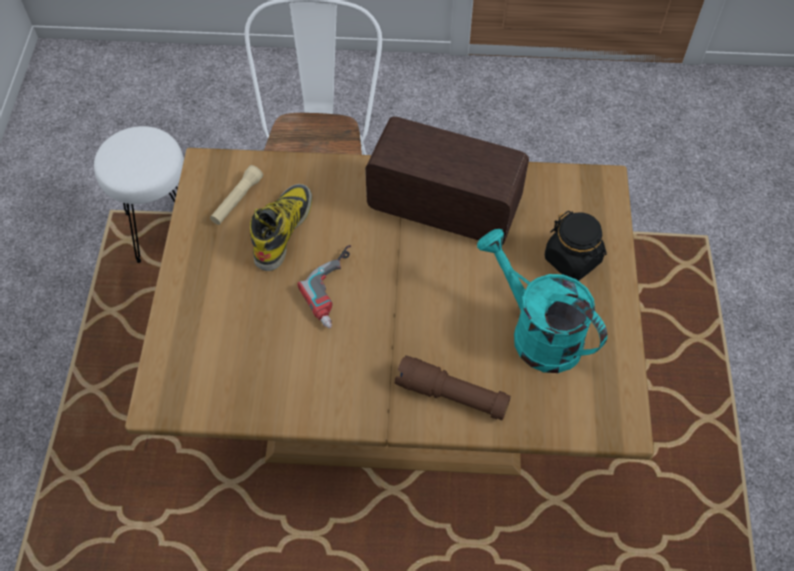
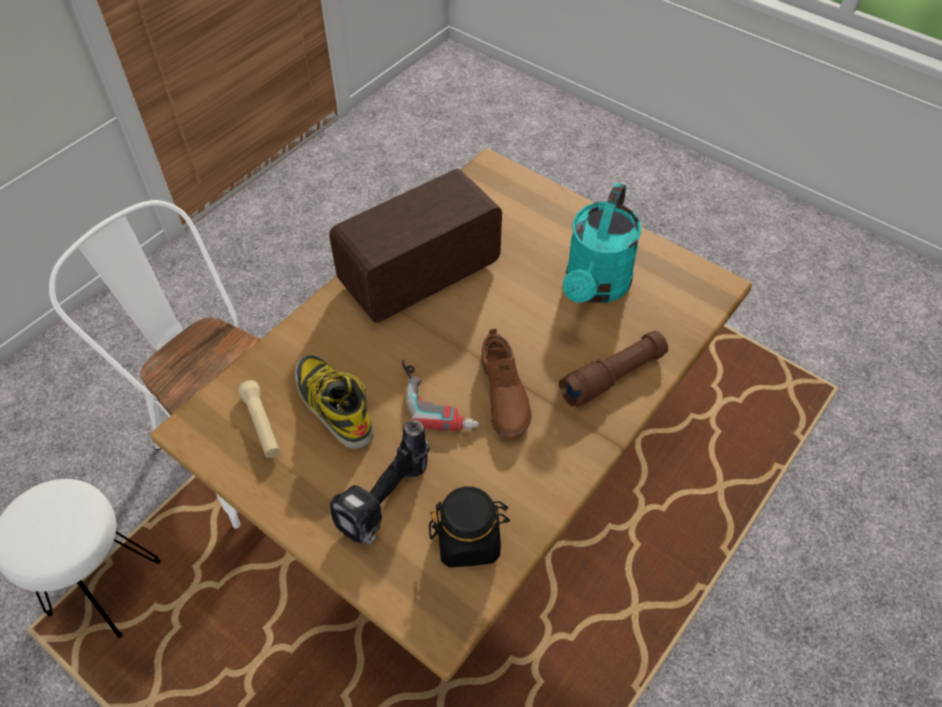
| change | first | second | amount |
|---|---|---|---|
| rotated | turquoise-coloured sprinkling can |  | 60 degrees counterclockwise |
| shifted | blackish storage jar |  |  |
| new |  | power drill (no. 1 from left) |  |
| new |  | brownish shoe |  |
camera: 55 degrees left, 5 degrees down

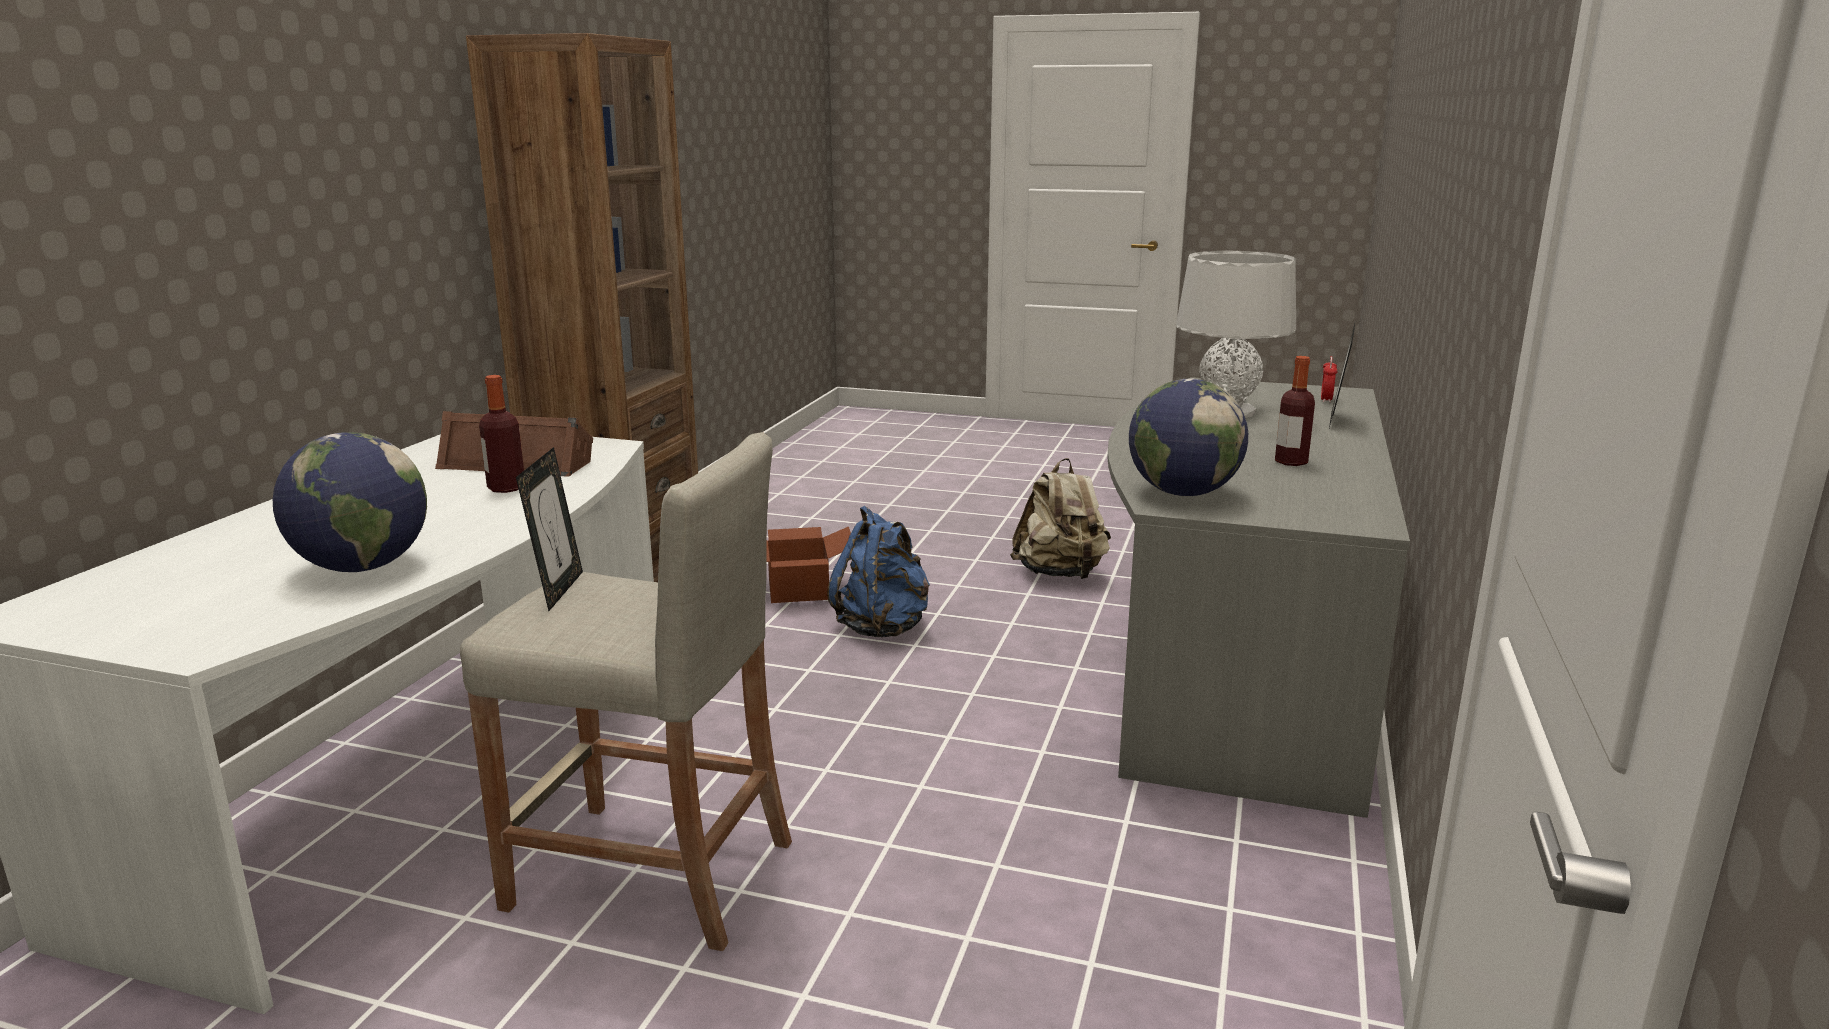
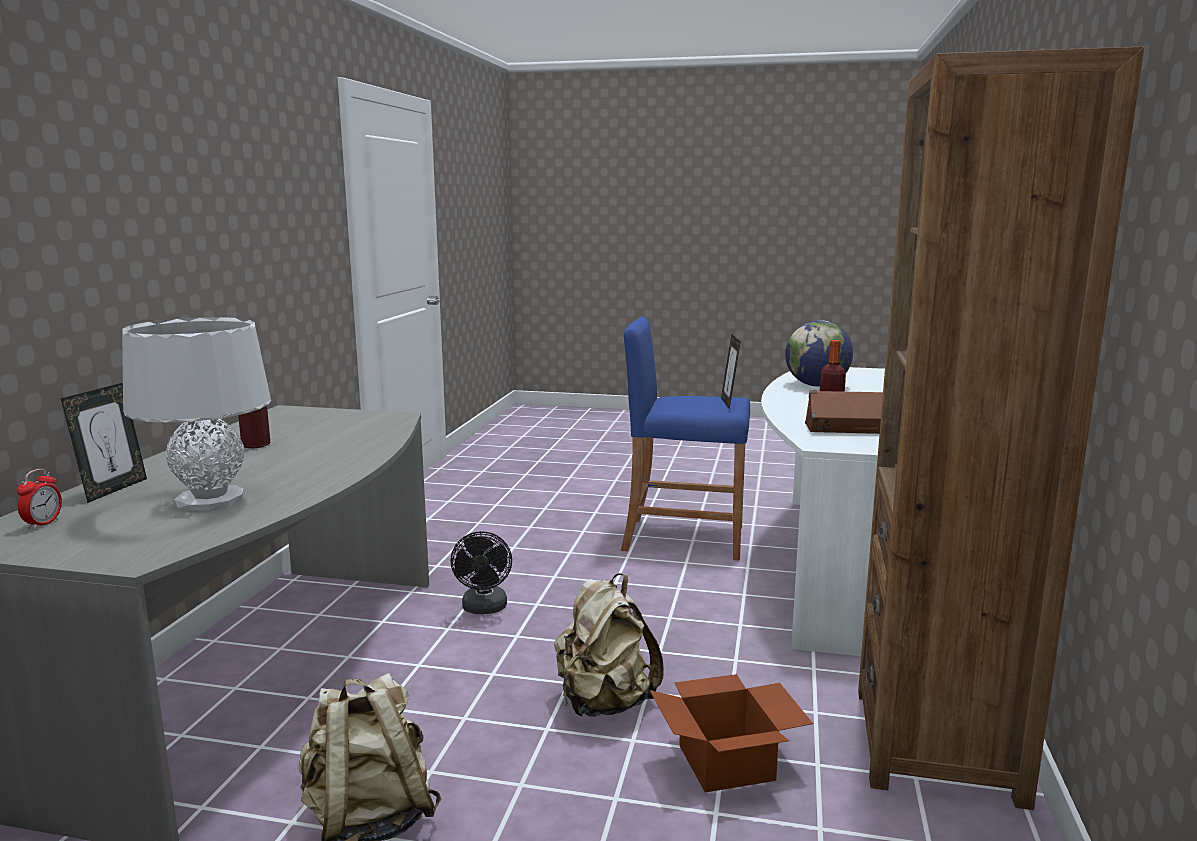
| change | first | second | amount |
|---|---|---|---|
| repainted | beige-coloured stool seat | blue stool seat |  |
| repainted | blue rucksack | beige-coloured rucksack (no. 2 from left) |  |
| gone | globe (no. 2 from left) |  |  |
| new |  | blackish electric fan |  |
camera: 175 degrees right, 5 degrees down

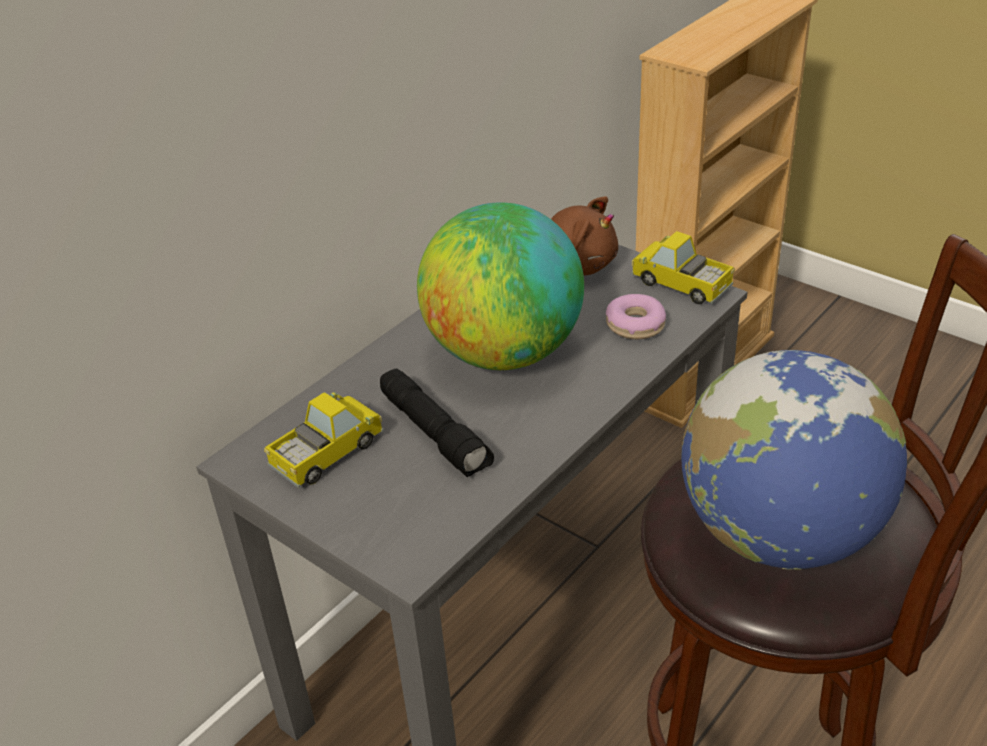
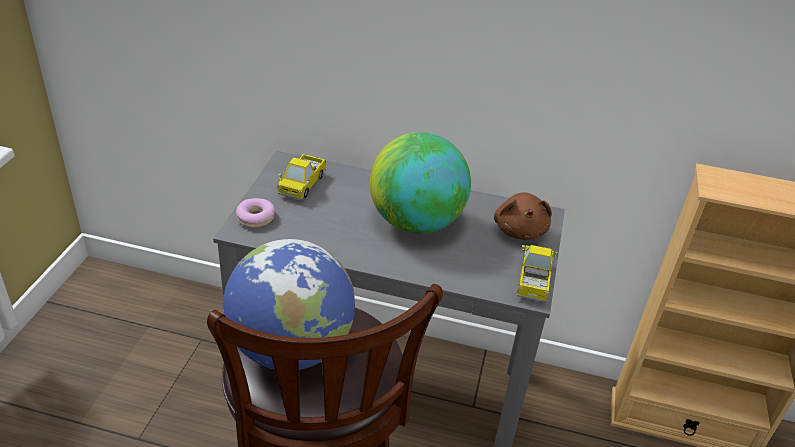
| change | first | second | amount |
|---|---|---|---|
| rotated | toy truck (no. 1 from left) |  | 90 degrees clockwise |
| gone | blackish flashlight |  |  |
| shifted | ring doughnut |  |  |
camera: 60 degrees right, 0 degrees up

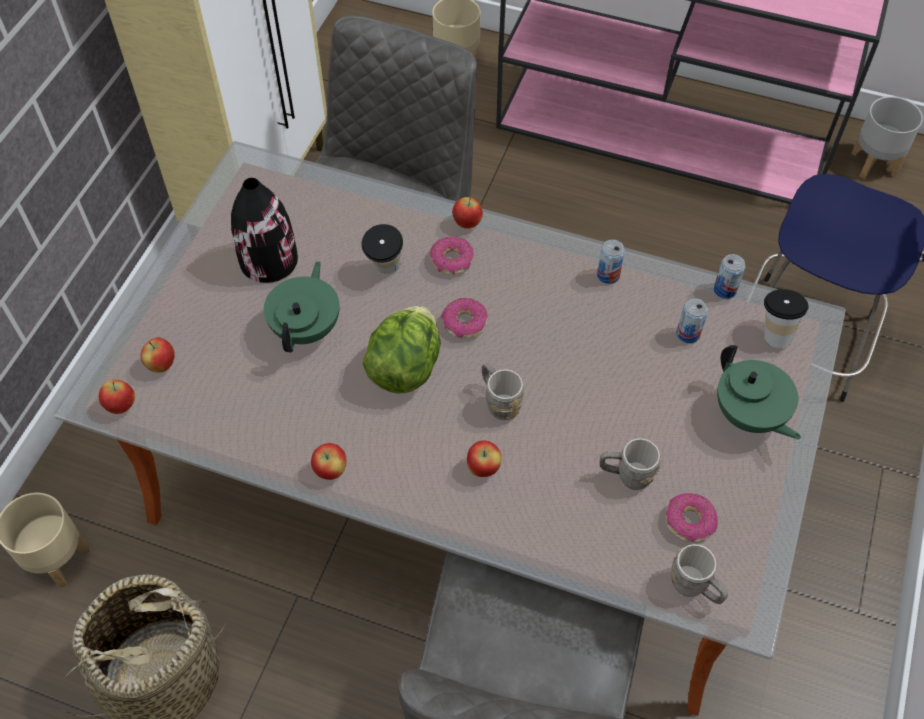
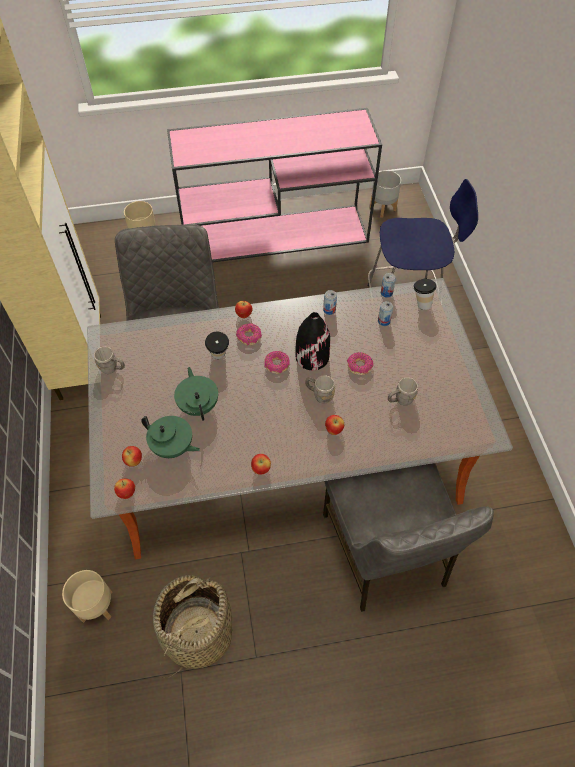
| change | first | second | amount |
|---|---|---|---|
| shifted | blackish decorative vase |  |  |
| gone | head of lettuce |  |  |
| shifted | ring doughnut (no. 3 from left) |  |  |
| shifted | greyish tea mug (no. 3 from left in the first image) | greyish tea mug (no. 1 from left) |  |
| shifted | greenish tea pot (no. 2 from left in the first image) | greenish tea pot (no. 1 from left) |  |
camera: 30 degrees left, 0 degrees up

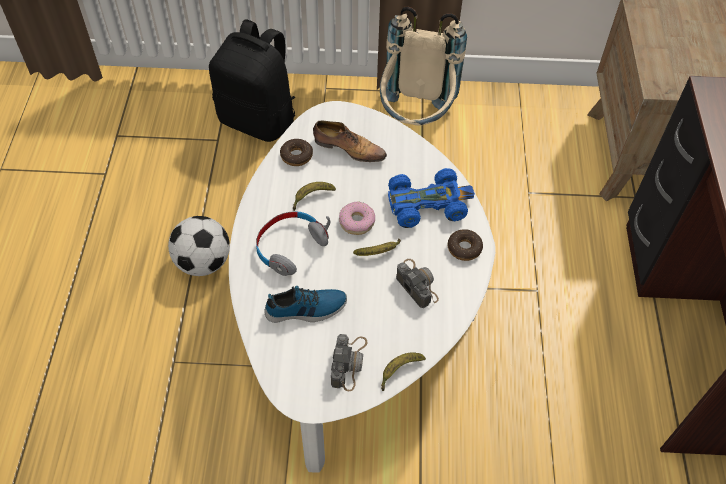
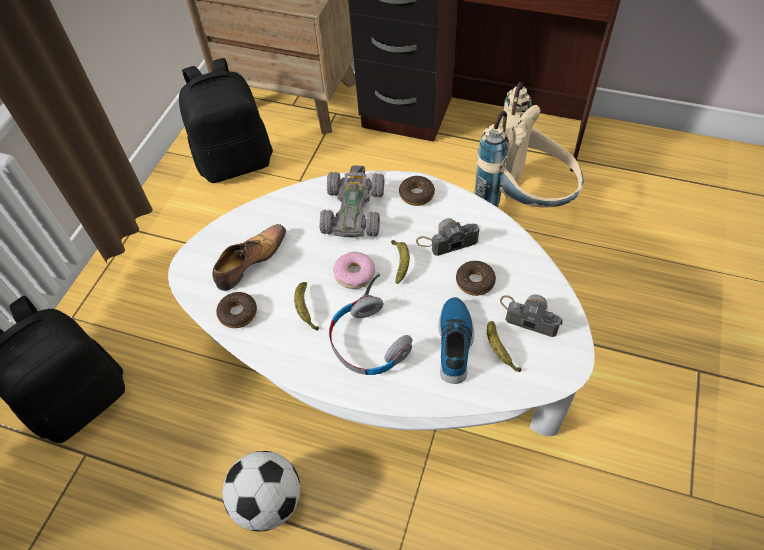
| change | first | second | amount |
|---|---|---|---|
| shifted | beige-coloured rucksack |  |  |
| shifted | banana (no. 3 from left) |  |  |
| repainted | blue model car | greyish model car |  |
| new |  | blackish rucksack (no. 2 from left) |  |
| new |  | ring doughnut (no. 4 from left) |  |
camera: 70 degrees left, 0 degrees up

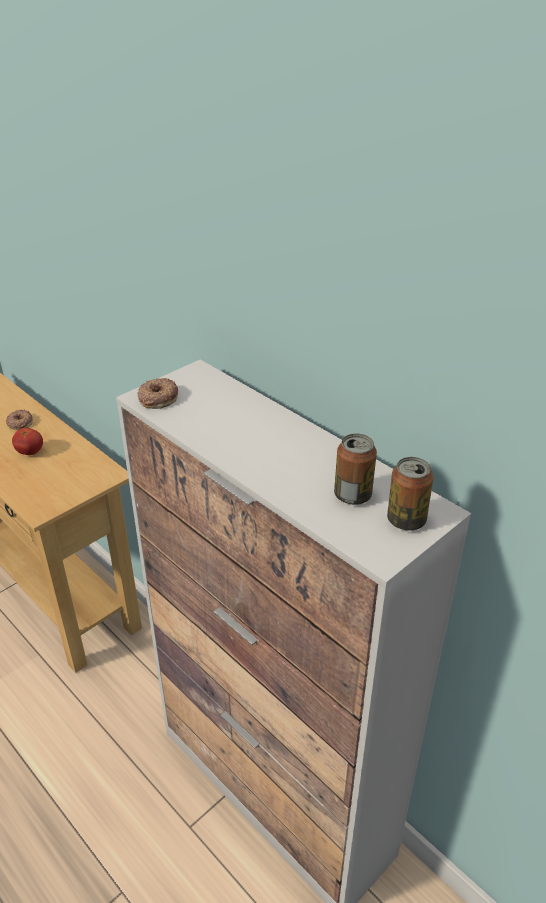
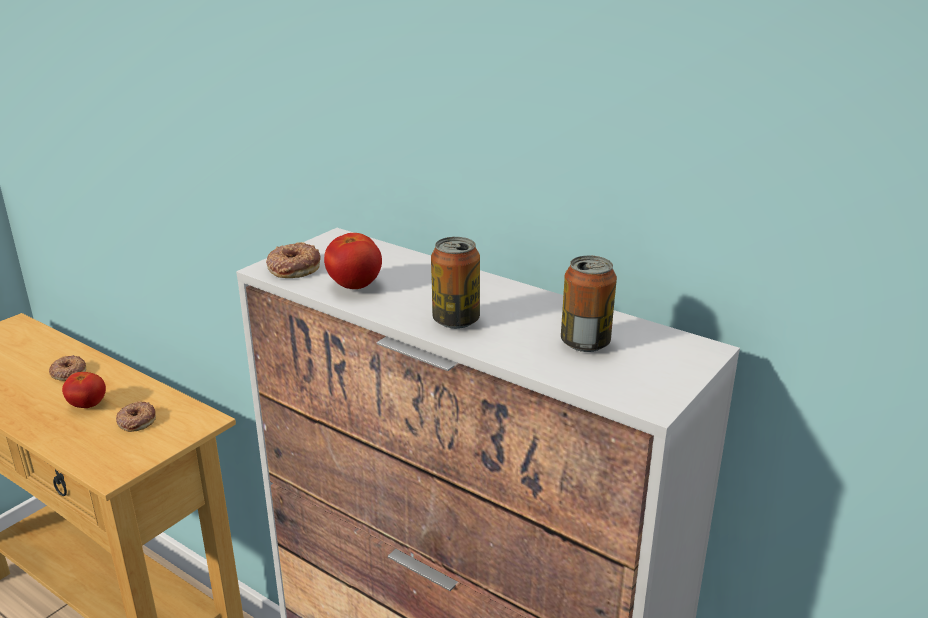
| change | first | second | amount |
|---|---|---|---|
| shifted | can (no. 2 from left in the first image) | can (no. 1 from left) |  |
| new |  | ring doughnut (no. 2 from left) |  |
| new |  | fresh tomato (no. 2 from left) |  |
camera: 10 degrees left, 10 degrees down

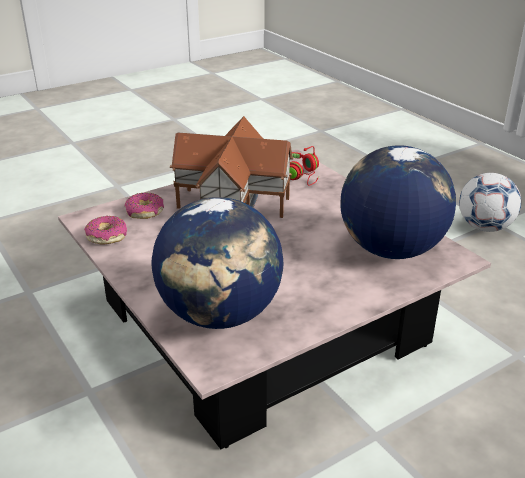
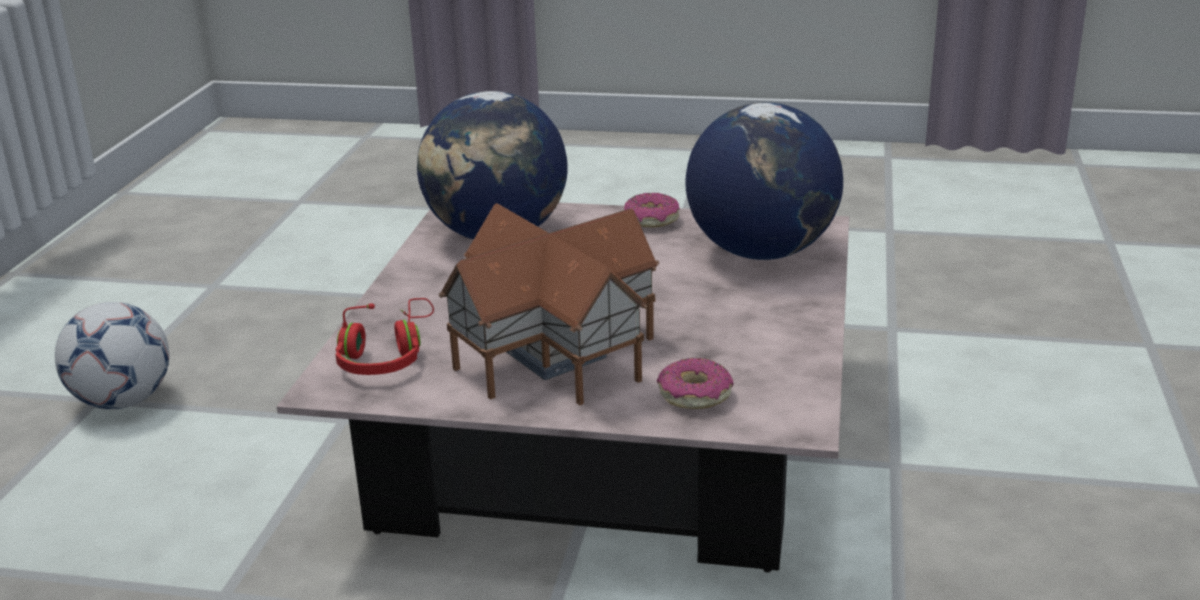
| change | first | second | amount |
|---|---|---|---|
| shifted | ring doughnut (no. 1 from left) |  |  |
camera: 135 degrees left, 5 degrees down

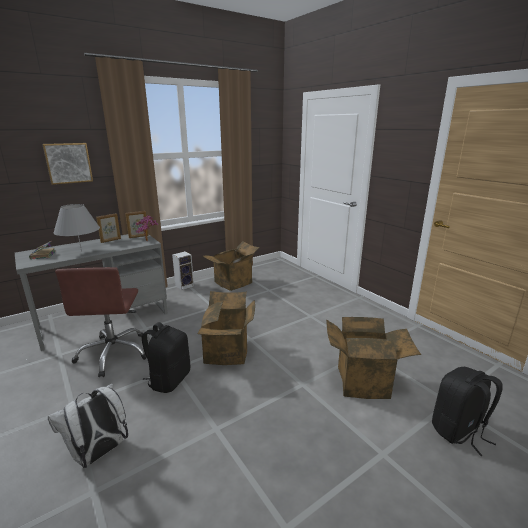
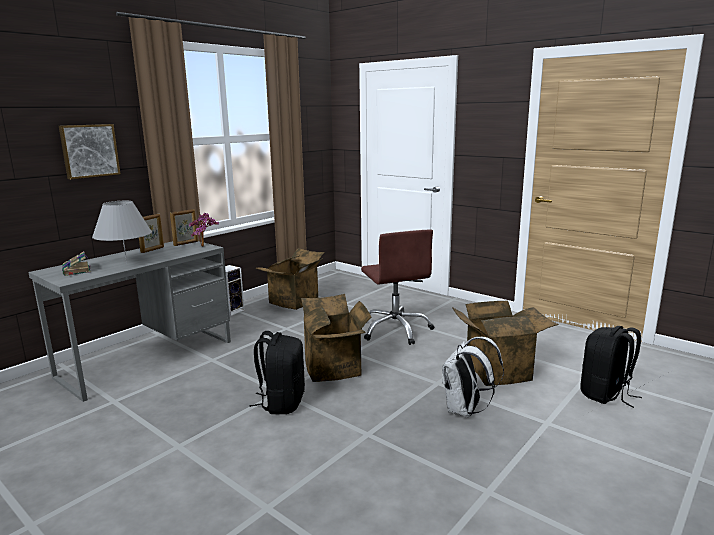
| change | first | second | amount |
|---|---|---|---|
| shifted | white rucksack |  |  |
| shifted | brownish office chair |  |  |
camera: 15 degrees left, 5 degrees down

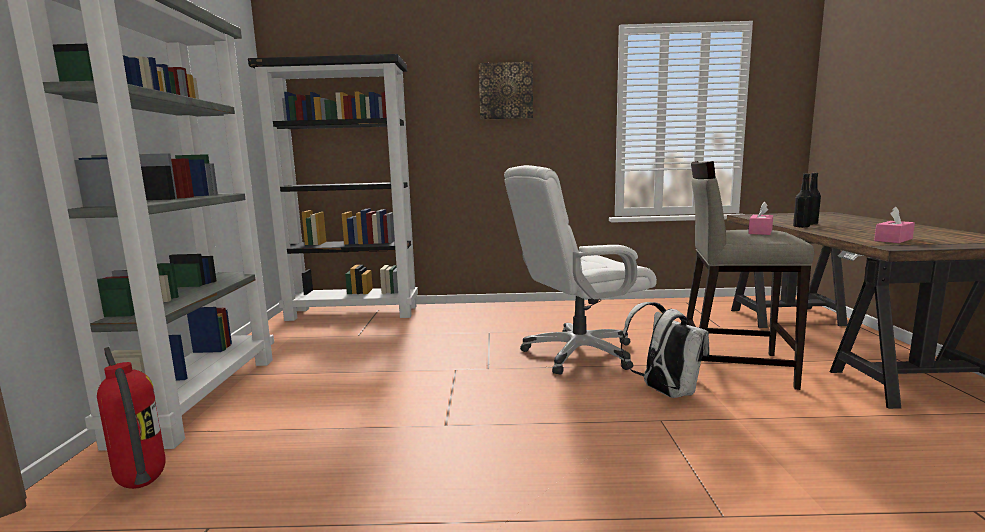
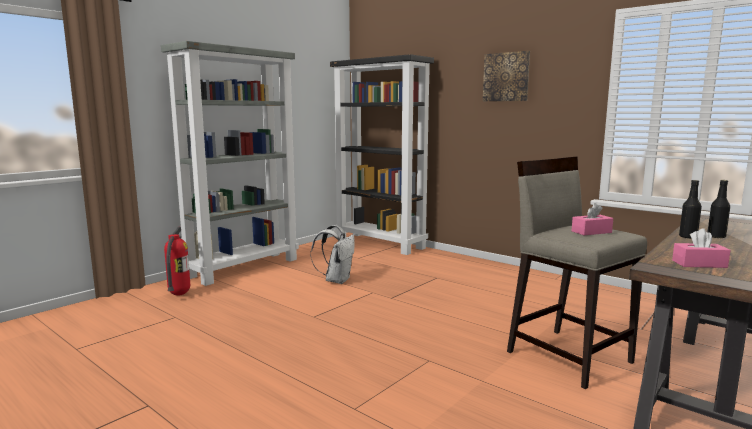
| change | first | second | amount |
|---|---|---|---|
| gone | white office chair |  |  |
| shifted | white rucksack |  |  |
camera: 40 degrees right, 0 degrees up

